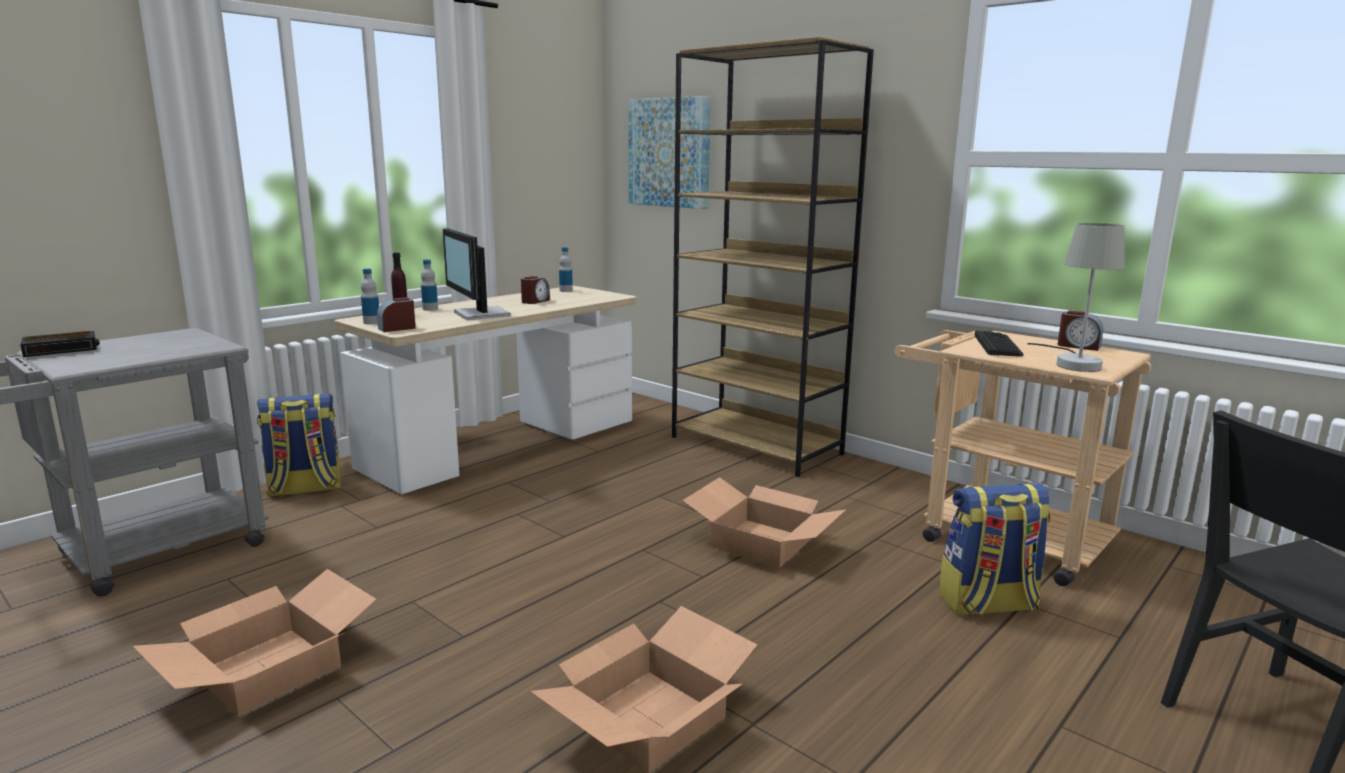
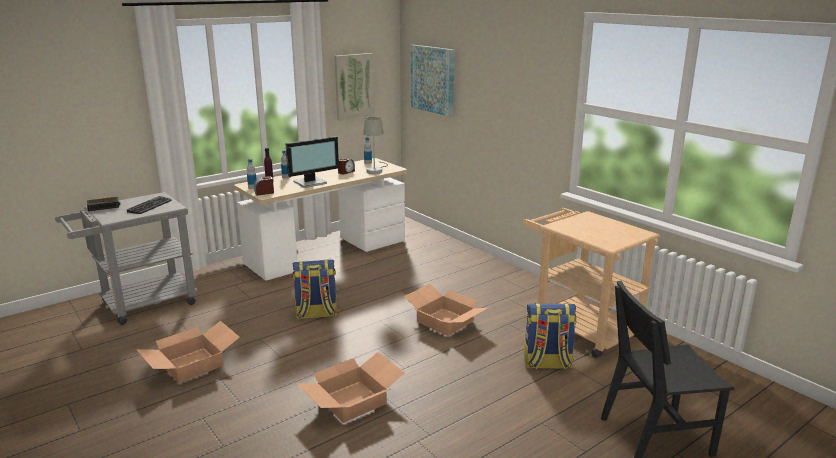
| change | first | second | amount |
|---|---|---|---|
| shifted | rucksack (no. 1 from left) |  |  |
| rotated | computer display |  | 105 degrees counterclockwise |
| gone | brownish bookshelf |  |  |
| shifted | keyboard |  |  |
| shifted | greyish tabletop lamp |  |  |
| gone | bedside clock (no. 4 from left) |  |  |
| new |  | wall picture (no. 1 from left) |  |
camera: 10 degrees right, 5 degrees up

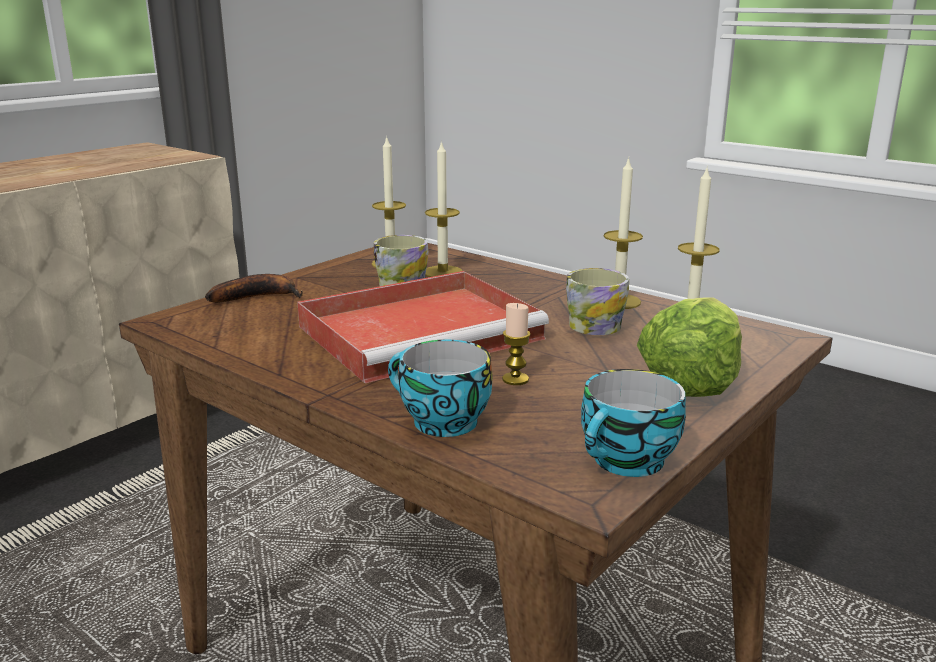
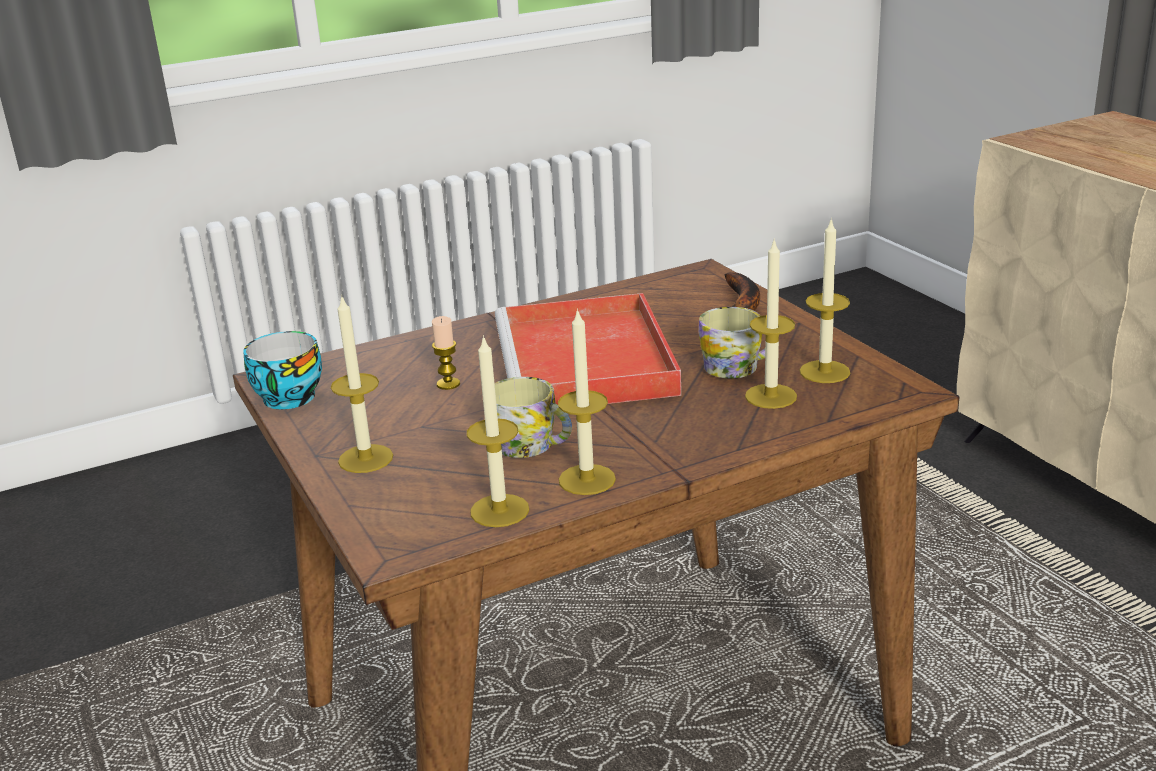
| change | first | second | amount |
|---|---|---|---|
| gone | cup (no. 1 from left) |  |  |
| swapped | head of lettuce | wax candle (no. 1 from left) |  |
camera: 115 degrees right, 5 degrees up

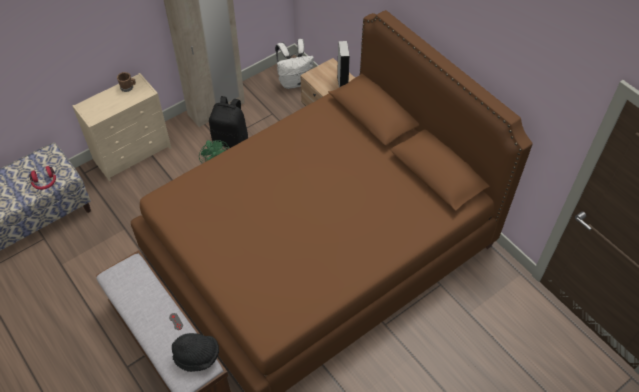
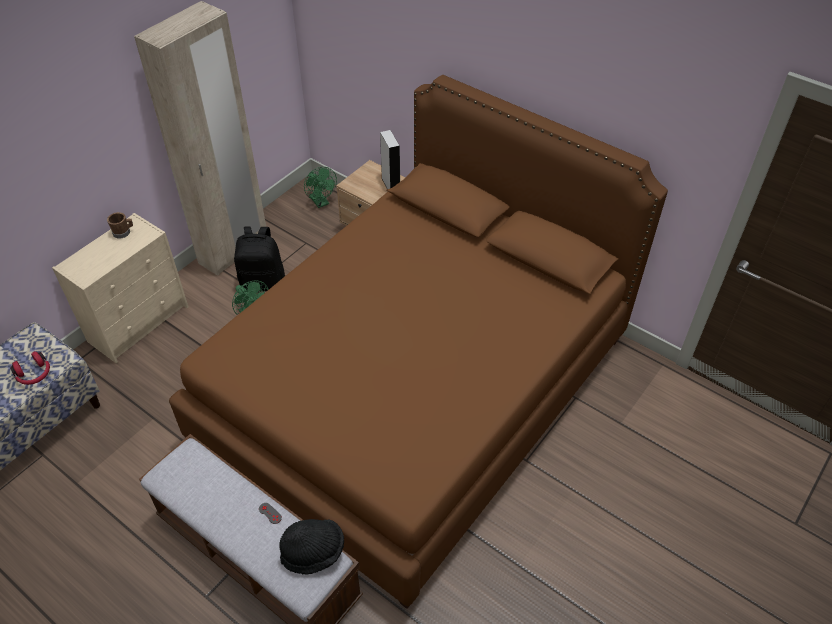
| change | first | second | amount |
|---|---|---|---|
| swapped | white rucksack | greenish electric fan (no. 2 from left) |  |
camera: 15 degrees left, 5 degrees down

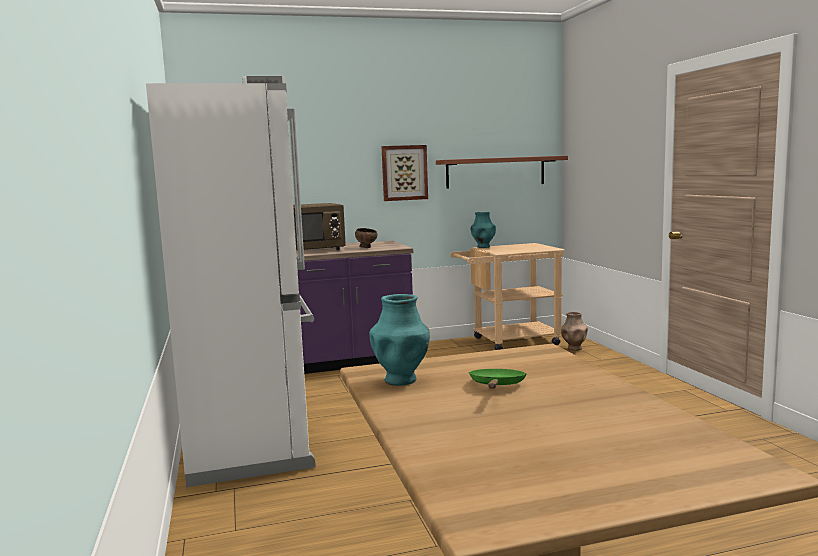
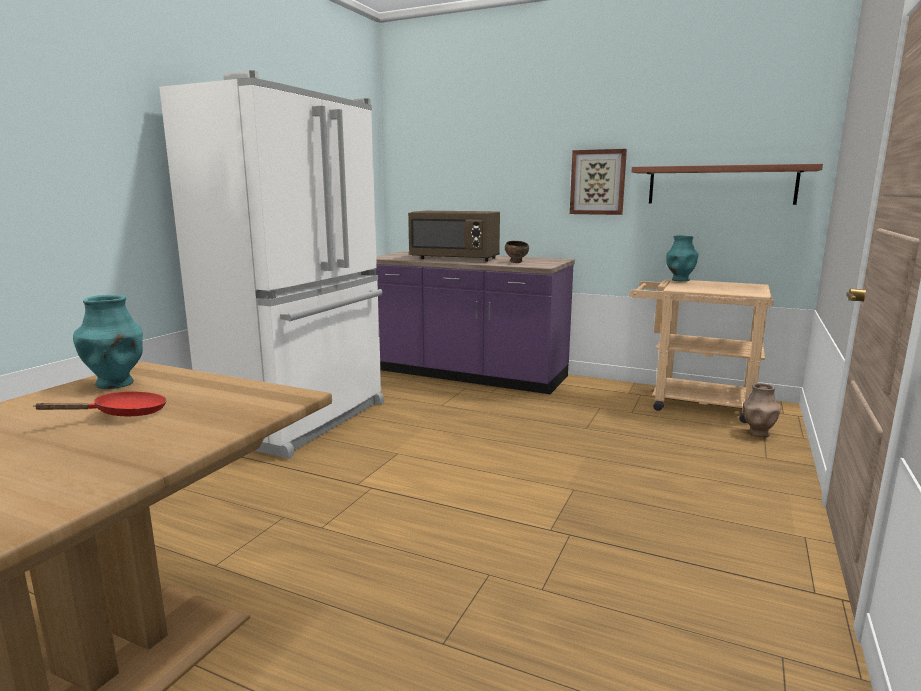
| change | first | second | amount |
|---|---|---|---|
| repainted | greenish pan | reddish pan |  |
camera: 40 degrees right, 5 degrees up

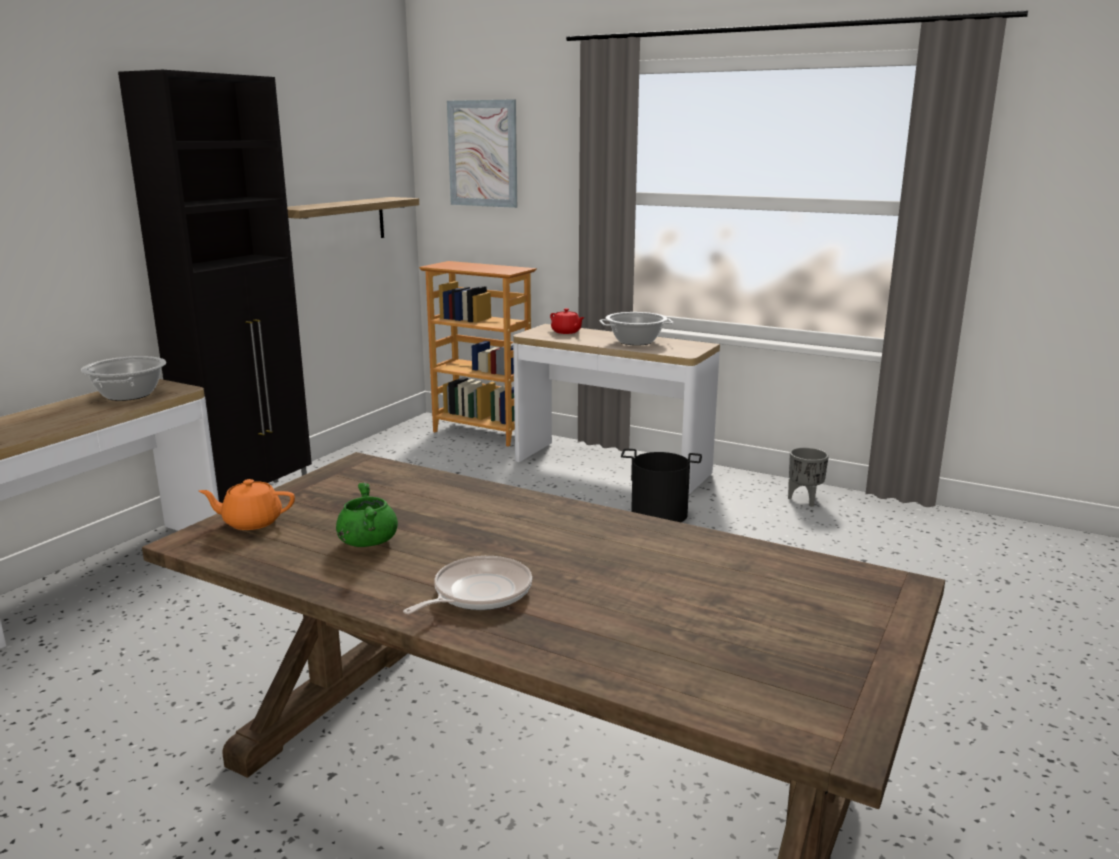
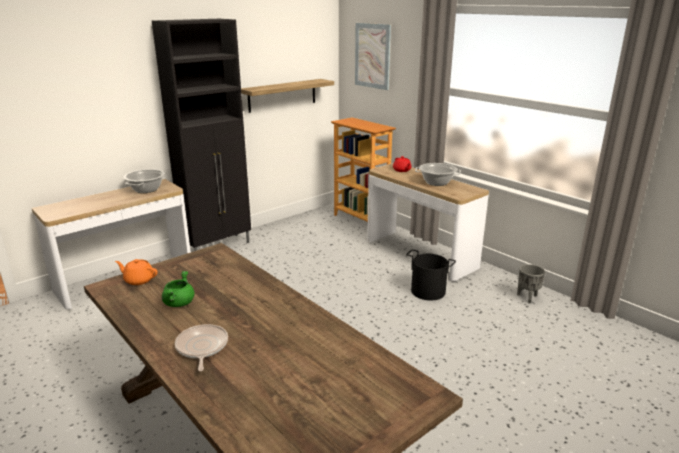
| change | first | second | amount |
|---|---|---|---|
| rotated | pan |  | 75 degrees counterclockwise |
camera: 20 degrees right, 5 degrees up

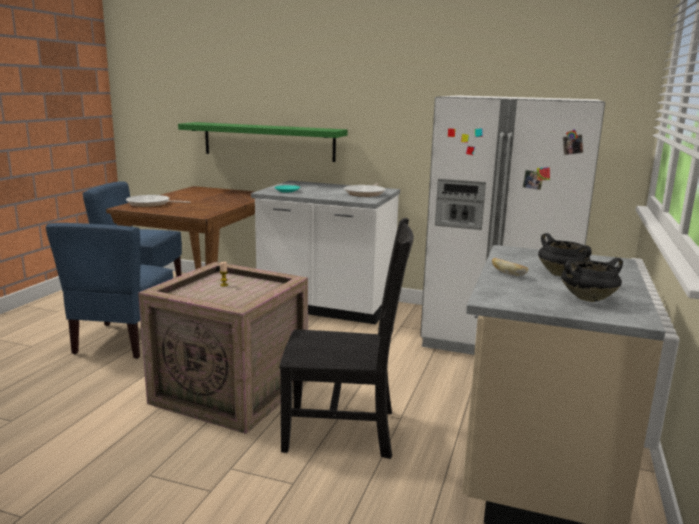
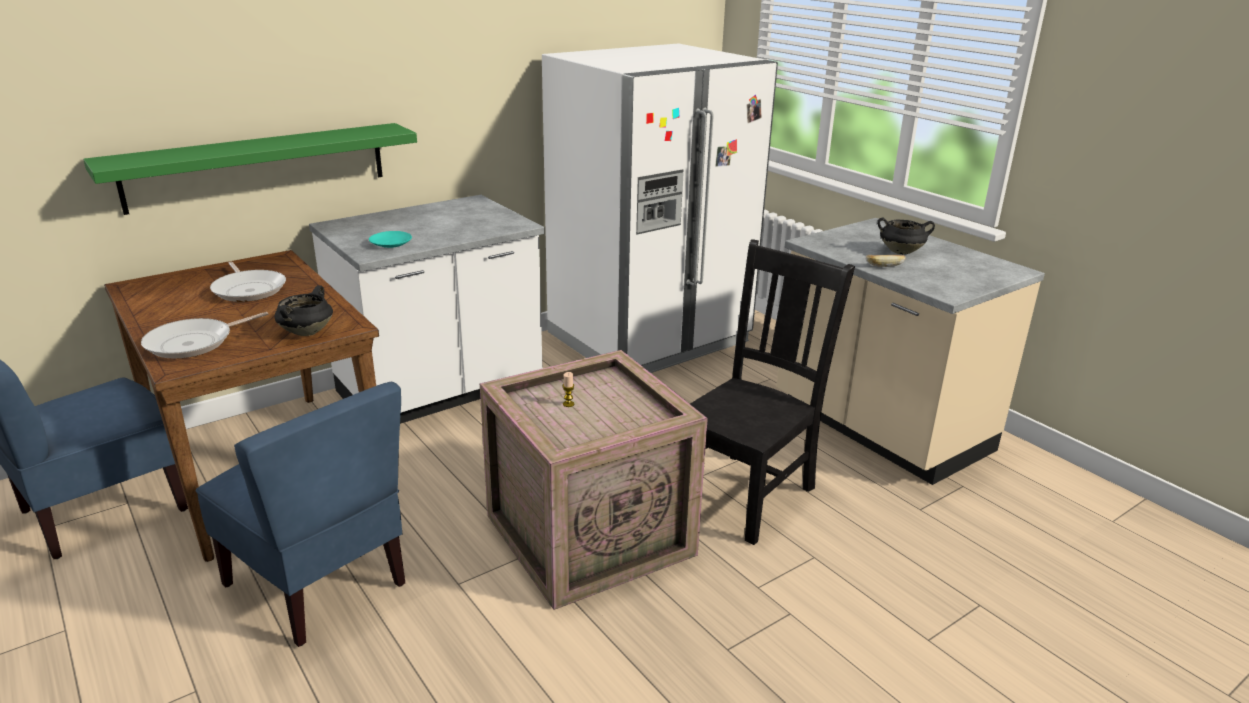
| change | first | second | amount |
|---|---|---|---|
| shifted | pan (no. 2 from left) |  |  |
| shifted | blackish stockpot (no. 2 from left in the first image) | blackish stockpot (no. 1 from left) |  |
camera: 55 degrees left, 10 degrees up

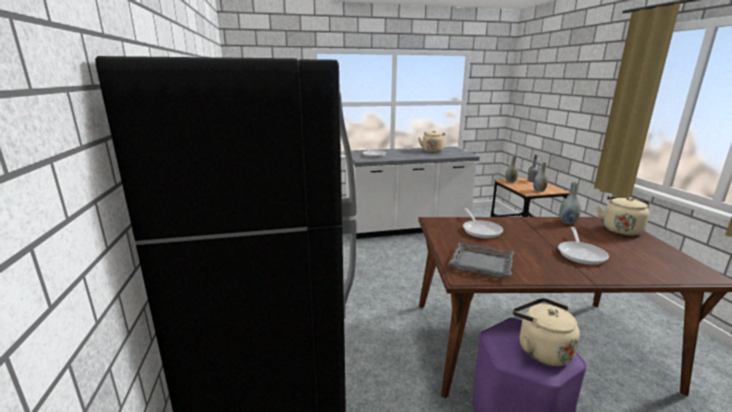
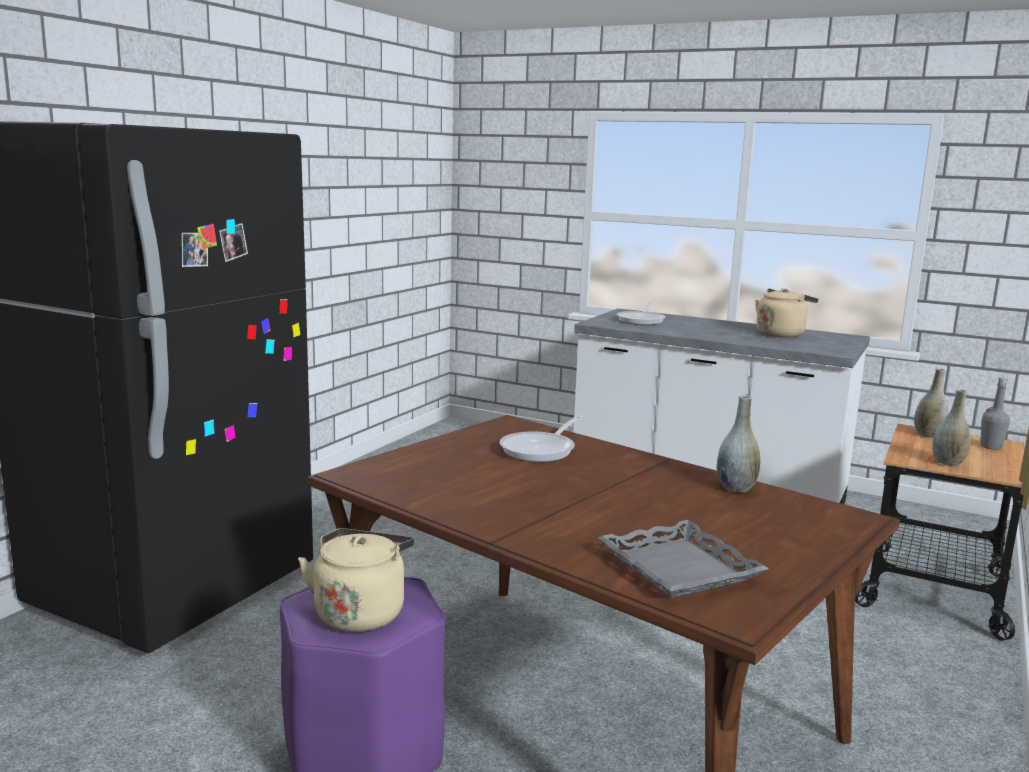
| change | first | second | amount |
|---|---|---|---|
| shifted | greyish serving tray |  |  |
| gone | pan (no. 3 from left) |  |  |
| gone | beige-coloured kettle (no. 3 from left) |  |  |
camera: 40 degrees right, 5 degrees down

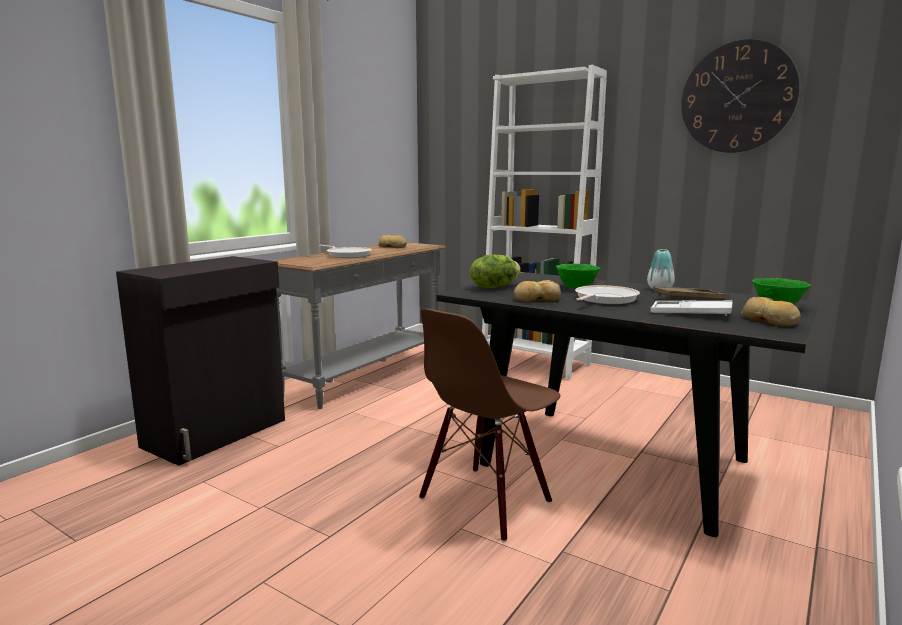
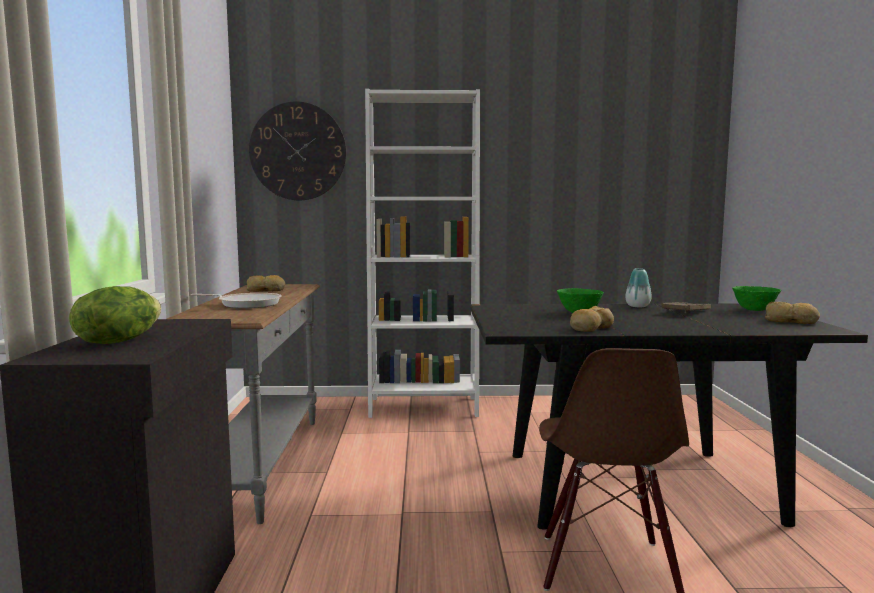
| change | first | second | amount |
|---|---|---|---|
| shifted | head of lettuce |  |  |
| gone | pan (no. 2 from left) |  |  |
| gone | white serving tray |  |  |
| shifted | clock on the wall |  |  |
camera: 35 degrees left, 5 degrees down

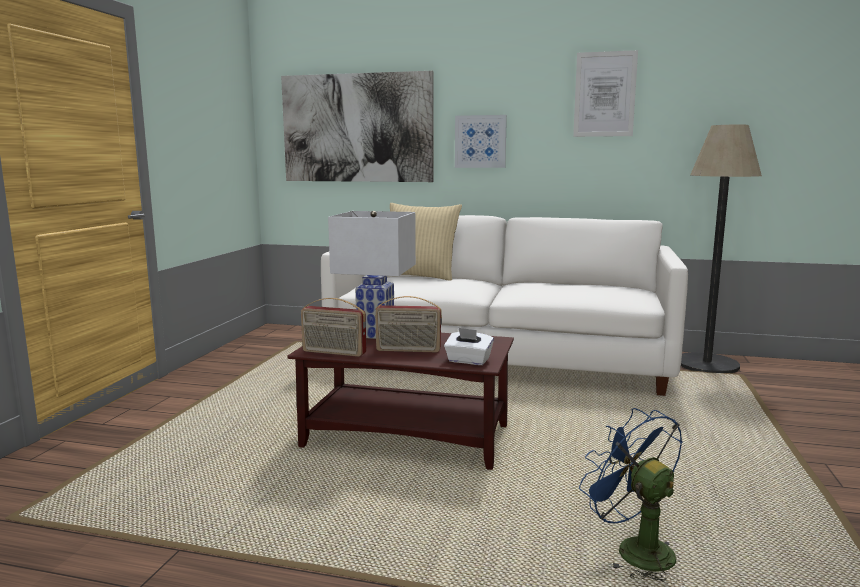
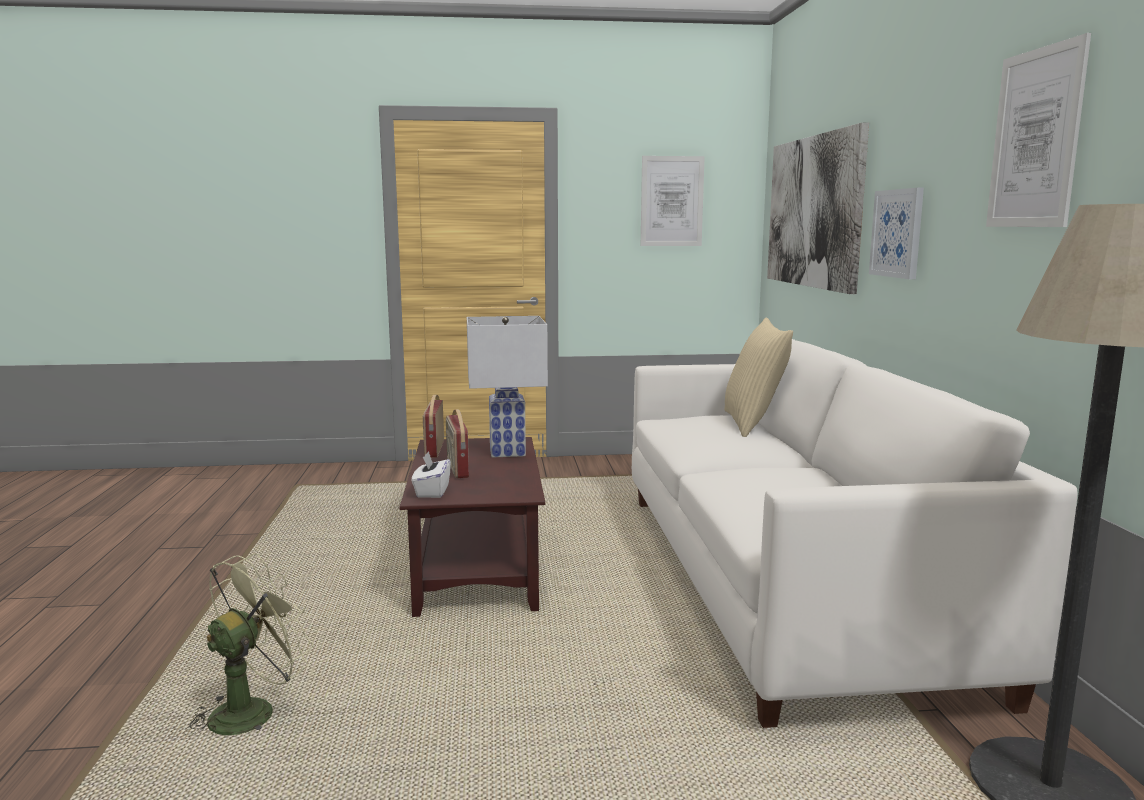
| change | first | second | amount |
|---|---|---|---|
| repainted | blue electric fan | greenish electric fan |  |
| new |  | wall picture (no. 1 from left) |  |
camera: 70 degrees right, 0 degrees up

